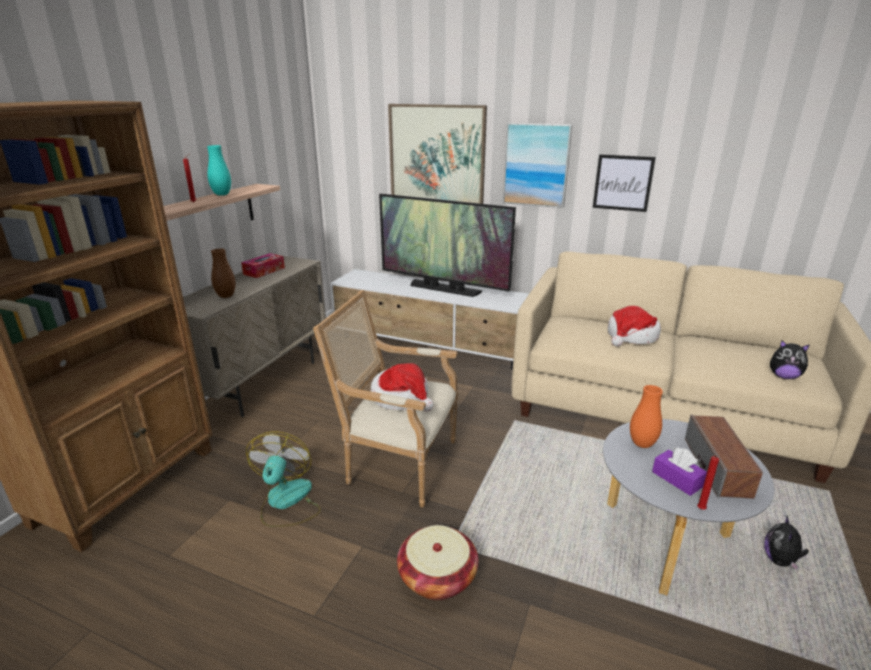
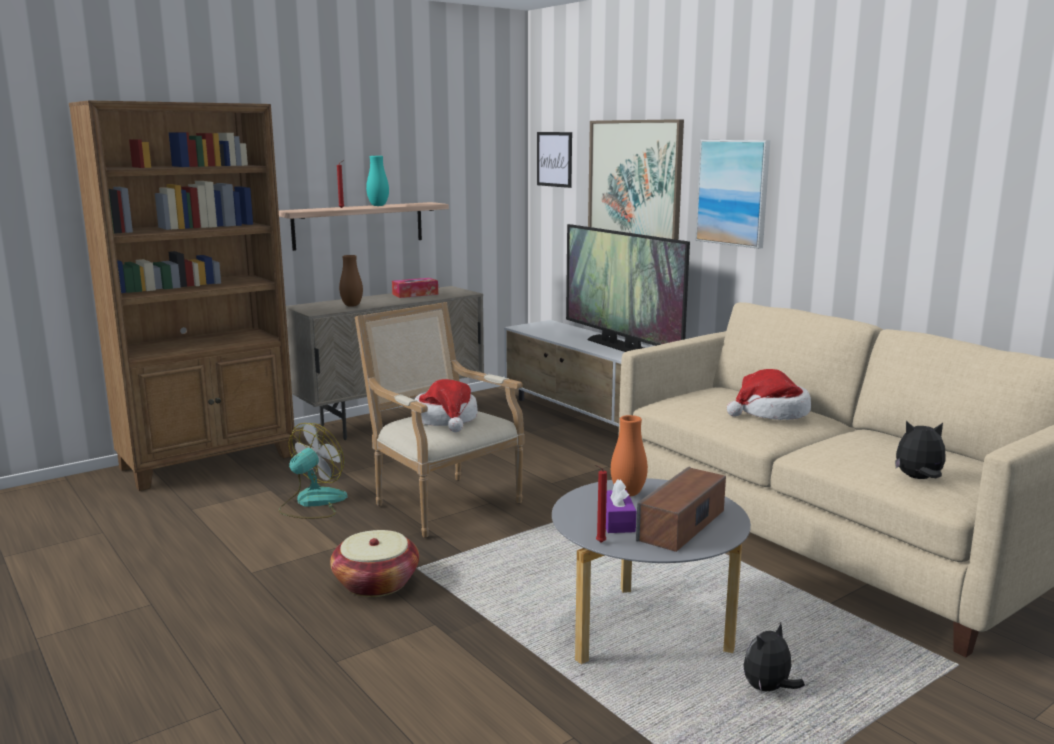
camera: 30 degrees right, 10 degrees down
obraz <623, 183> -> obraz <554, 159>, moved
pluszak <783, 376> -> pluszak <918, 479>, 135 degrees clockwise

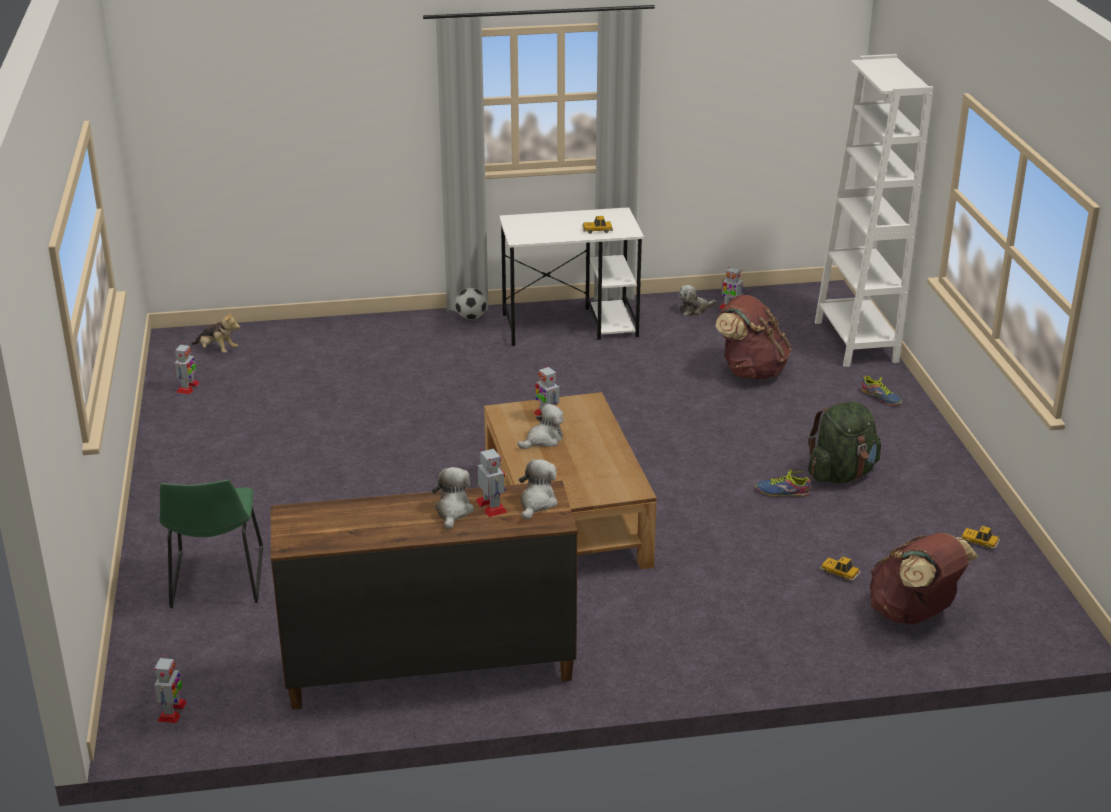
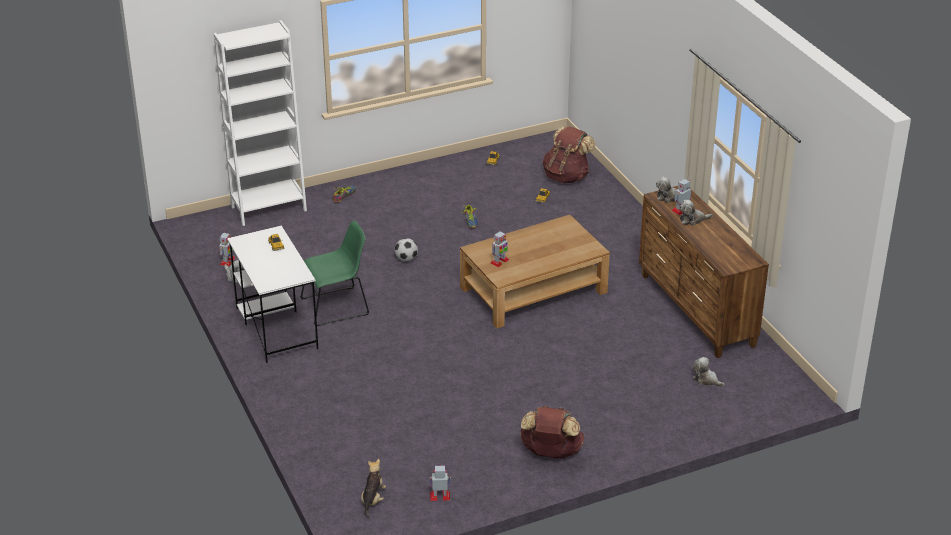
camera: 105 degrees left, 5 degrees up
piłka futbolowa <471, 317> -> piłka futbolowa <406, 259>, moved
plecak (brązowy) <750, 371> -> plecak (brązowy) <551, 453>, moved
plecak (zielony) <841, 474> -> none
pluszak <543, 440> -> pluszak <706, 380>, moved
krzesło (zielony) <216, 581> -> krzesło (zielony) <338, 306>, moved
robot zabawkowy <172, 712> -> none

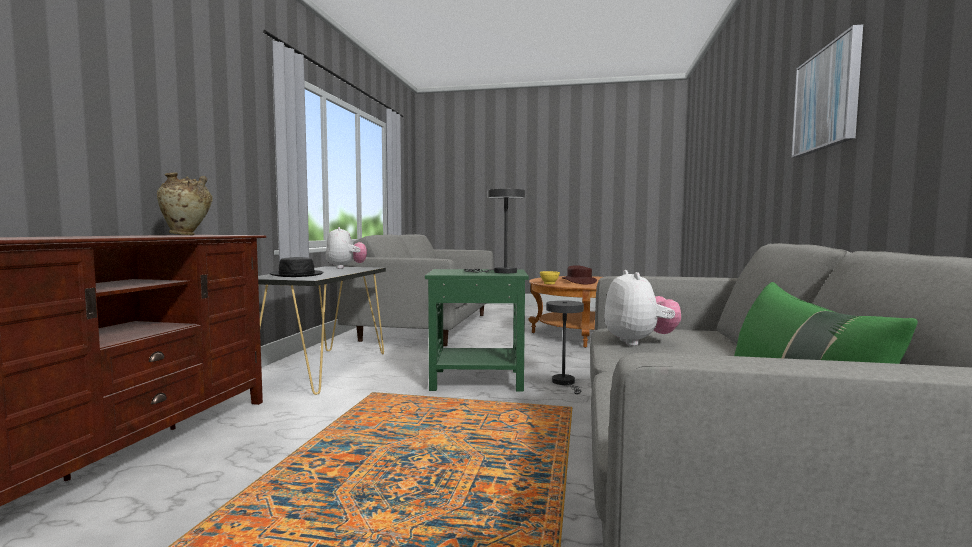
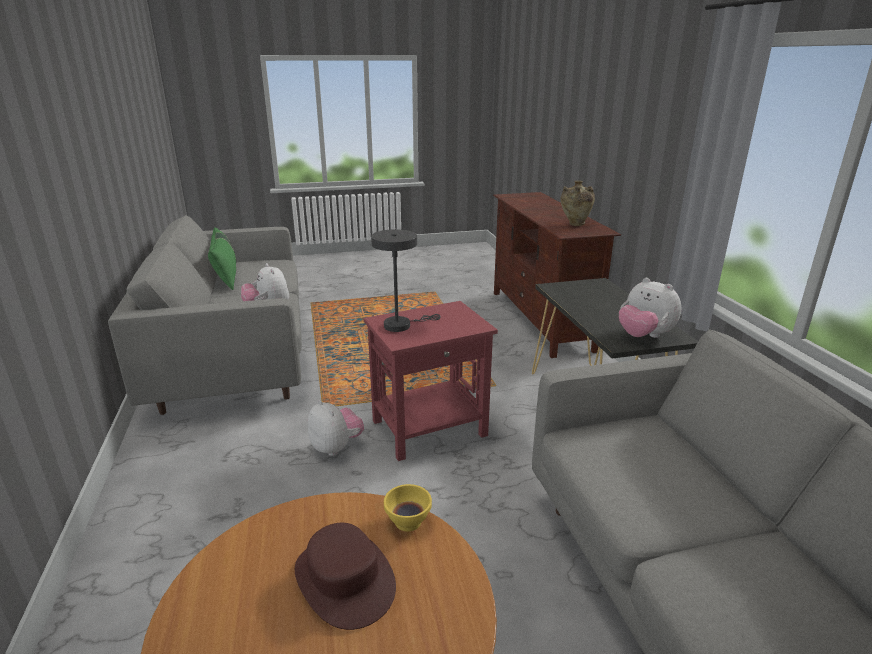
camera: 155 degrees right, 20 degrees up
obraz <827, 99> -> none
kapelusz (czarny) <297, 275> -> none
stolik (zielony) <477, 380> -> stolik (czerwony) <429, 428>
lampa stołowa (szary) <565, 383> -> pluszak <336, 447>

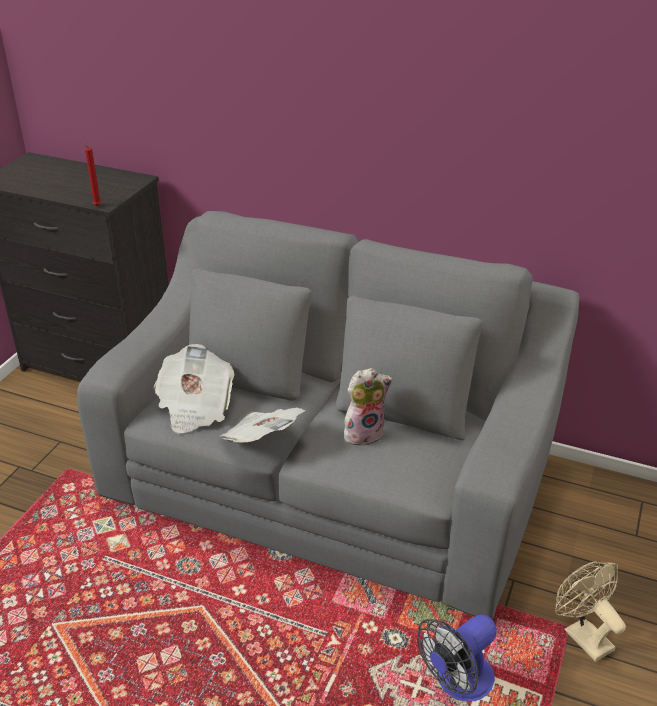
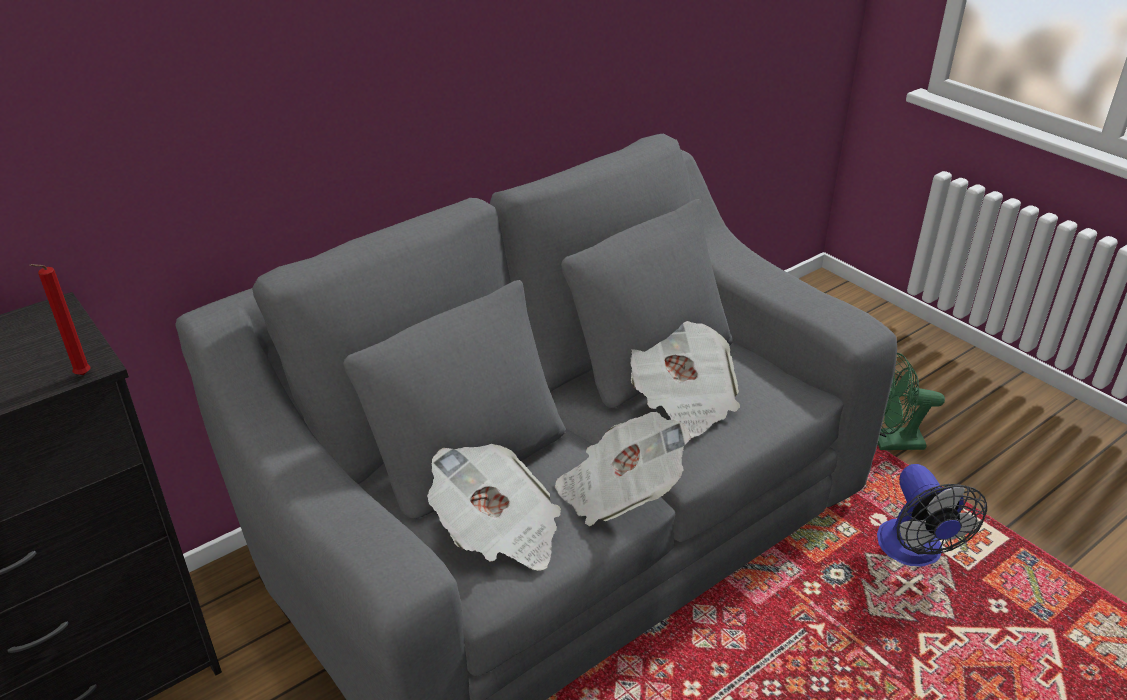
camera: 60 degrees left, 0 degrees up
pluszak <364, 433> -> gazeta <683, 400>
wentylator (beżowy) <582, 635> -> wentylator (zielony) <890, 443>

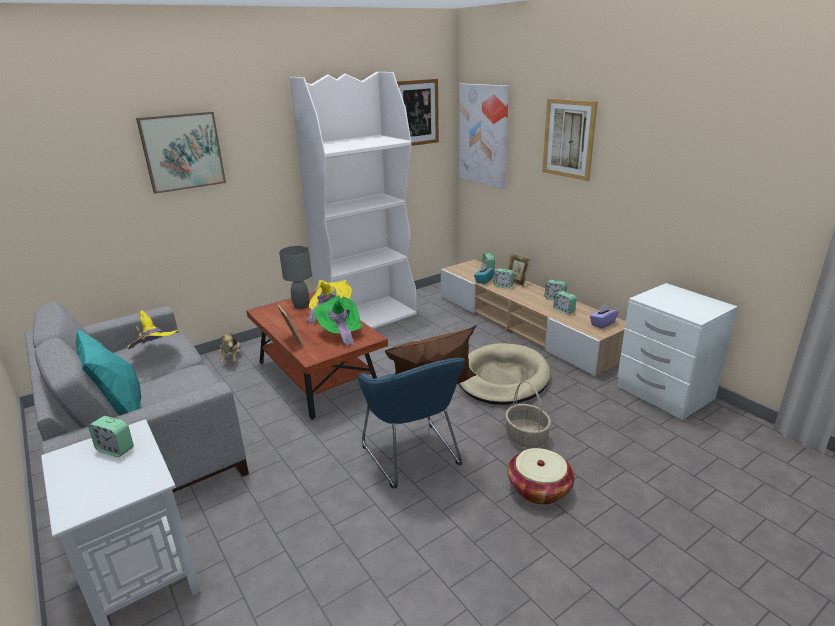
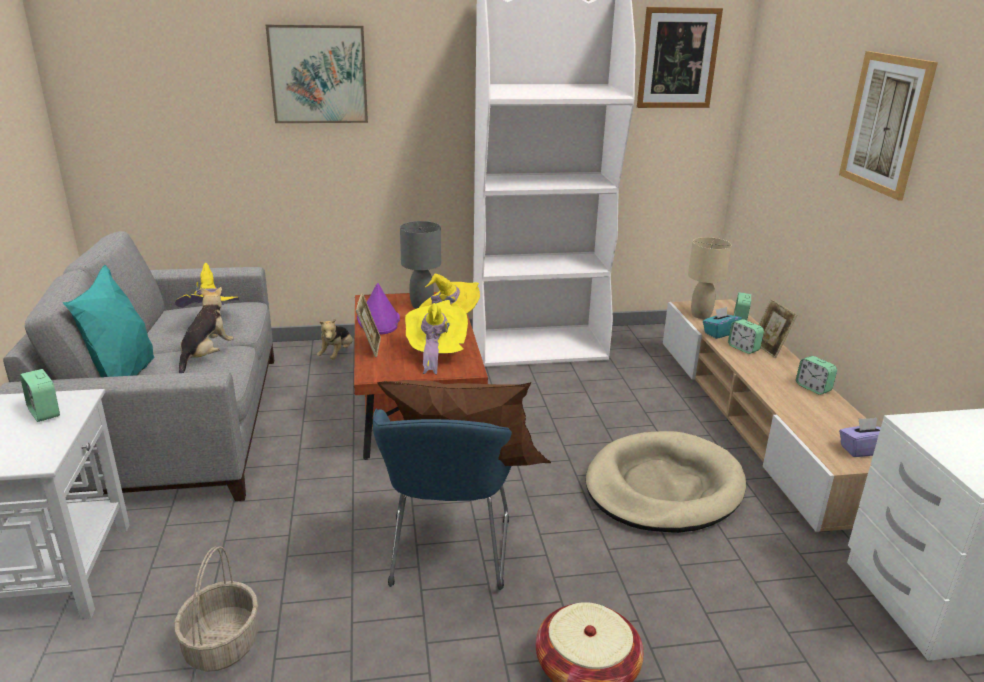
camera: 25 degrees right, 0 degrees up
obraz <483, 135> -> none
budzik <564, 310> -> none
kapelusz (zielony) <340, 333> -> kapelusz (żółty) <435, 353>
koszyk <525, 437> -> koszyk <221, 644>, moved
none -> lampa stołowa (beżowy) <701, 315>
none -> kapelusz (fioletowy) <379, 320>
none -> pluszak <206, 356>

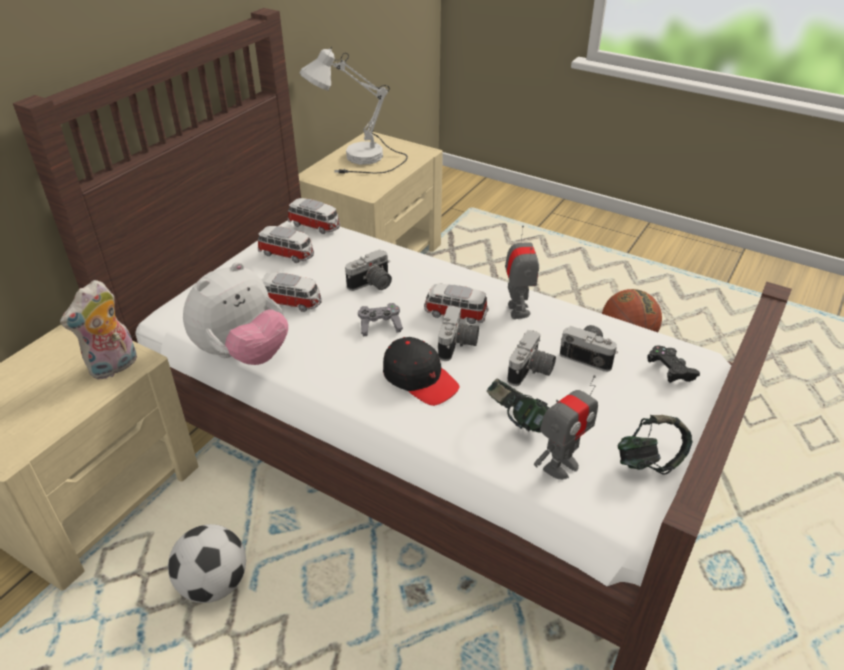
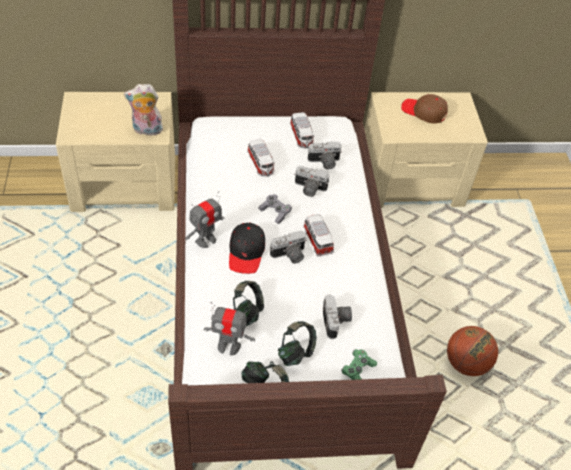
camera: 50 degrees right, 10 degrees up
lampa stołowa (biały) <361, 163> -> czapka z daszkiem (brązowy) <424, 112>
samochodzik <315, 226> -> none
robot zabawkowy <517, 310> -> robot zabawkowy <206, 240>, moved
pluszak <243, 354> -> none
aparat fotograficzny <531, 372> -> aparat fotograficzny <324, 162>, moved
pad do gier (czarny) <670, 371> -> pad do gier (zielony) <358, 371>
piłka futbolowa <214, 584> -> none
none -> słuchawki <296, 352>

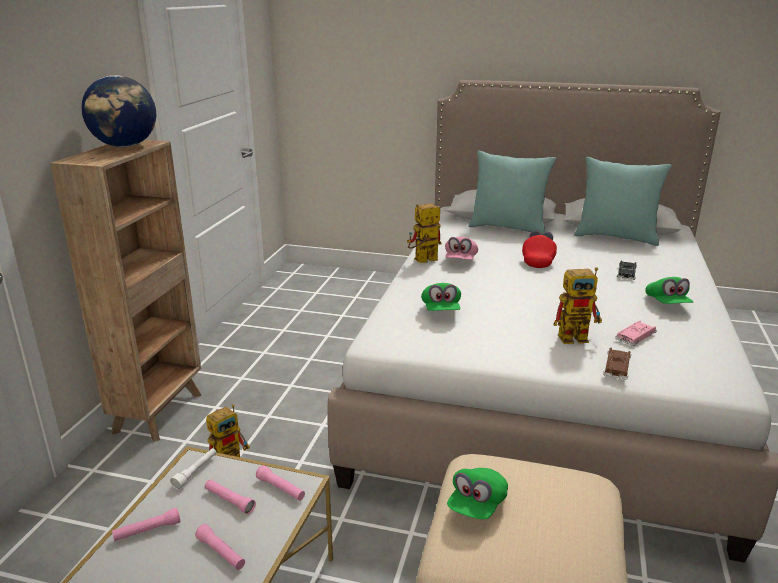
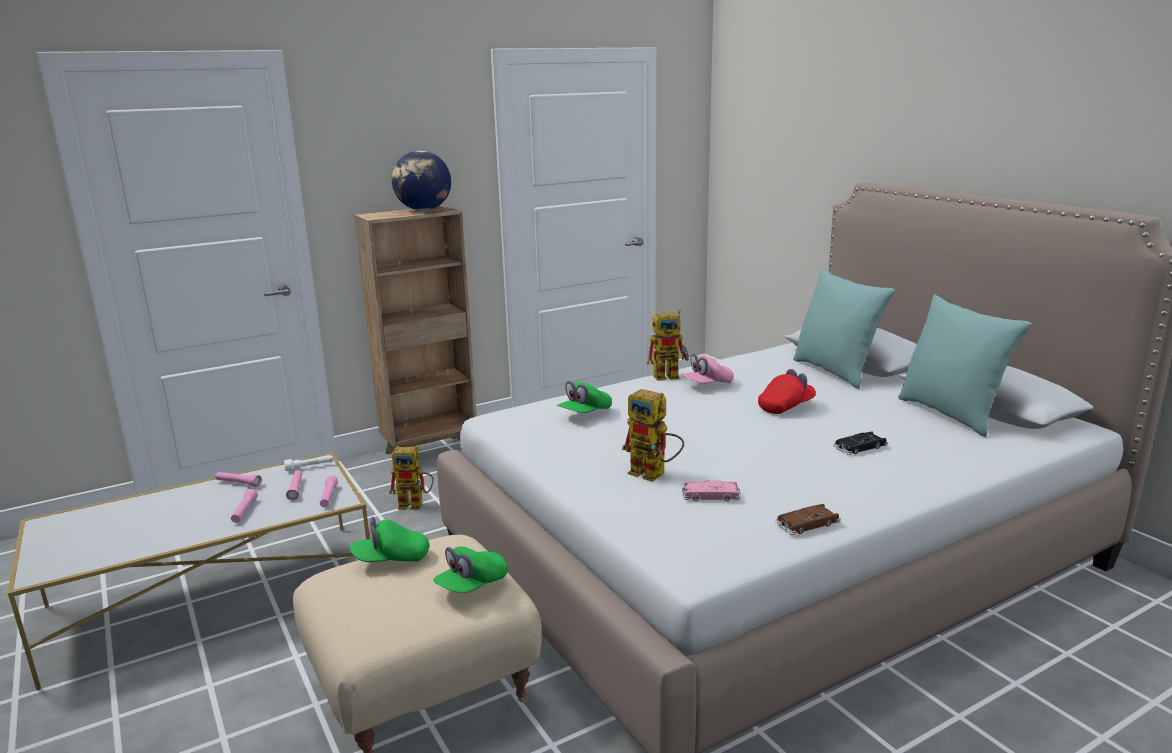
camera: 45 degrees right, 5 degrees down
robot zabawkowy <422, 261> -> robot zabawkowy <671, 375>, 150 degrees clockwise
czapka z daszkiem (zielony) <667, 304> -> czapka z daszkiem (zielony) <472, 585>, moved
samochodzik (brązowy) <617, 367> -> samochodzik (brązowy) <807, 524>, moved

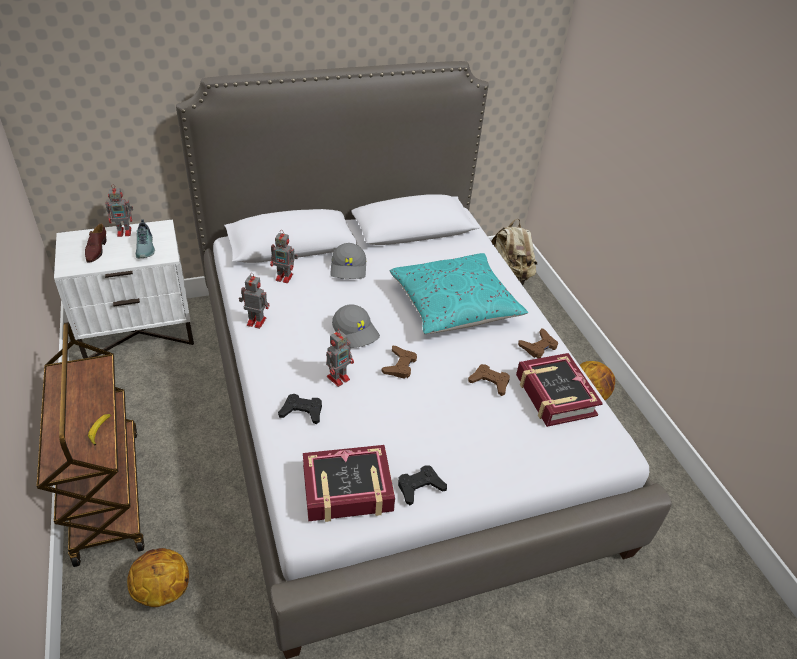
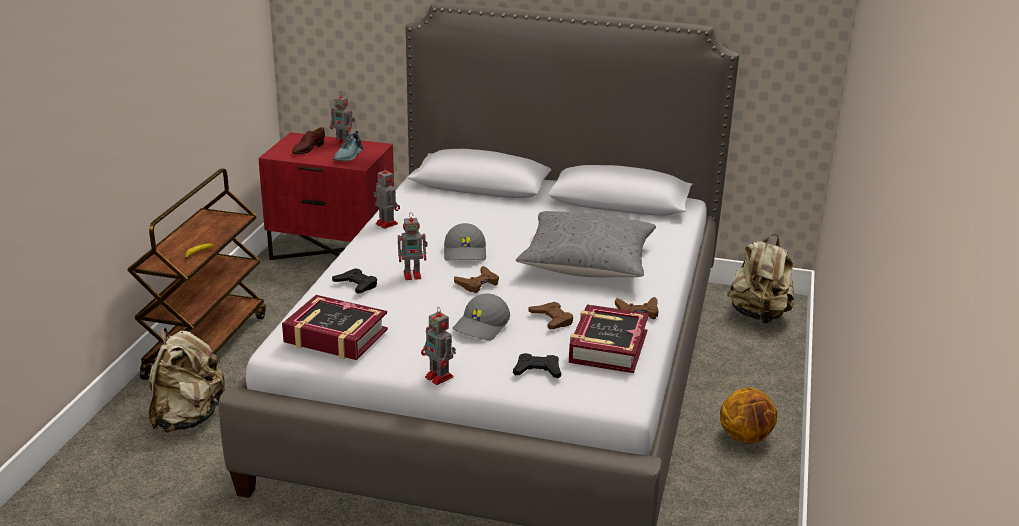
camera: 35 degrees right, 15 degrees down
szafka nocna (biały) <139, 331> -> szafka nocna (czerwony) <332, 252>
robot zabawkowy <285, 277> -> robot zabawkowy <440, 377>, moved
czapka z daszkiem (szary) <349, 268> -> czapka z daszkiem (szary) <482, 326>, moved
poduszka (turkusowy) <454, 306> -> poduszka (szary) <587, 262>
pad do gier (czarny) <420, 487> -> pad do gier (czarny) <537, 370>, moved
piłka do koszykówki <162, 591> -> plecak (beżowy) <187, 418>

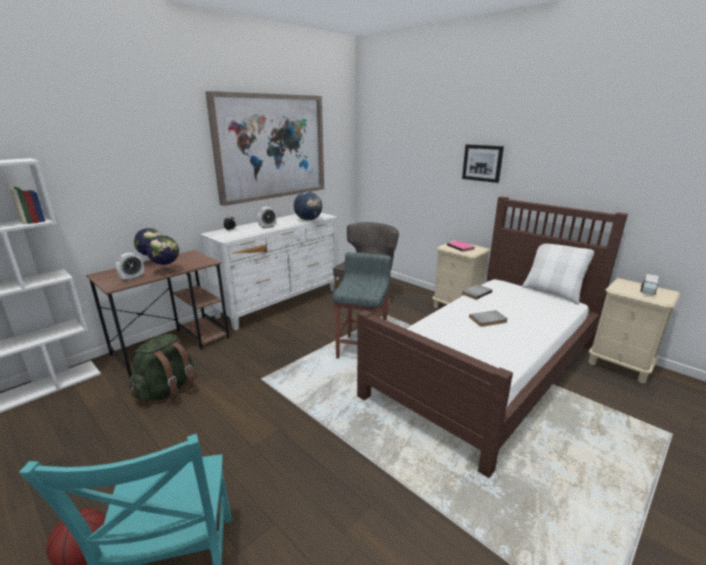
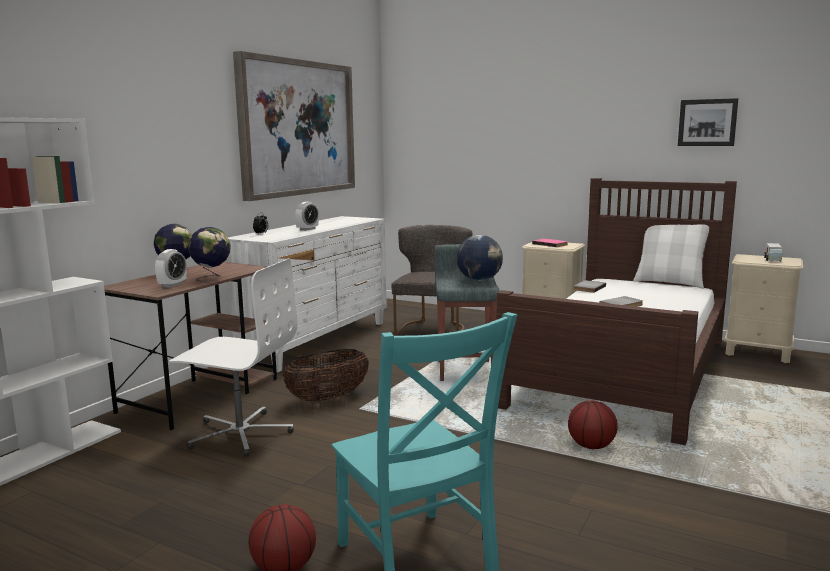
camera: 15 degrees left, 10 degrees down
obraz <482, 163> -> obraz <707, 122>, moved
globus <308, 220> -> globus <479, 280>, moved
plecak (zielony) <167, 390> -> krzesło biurowe (biały) <240, 433>
none -> koszyk <328, 398>
none -> piłka do koszykówki <591, 446>

